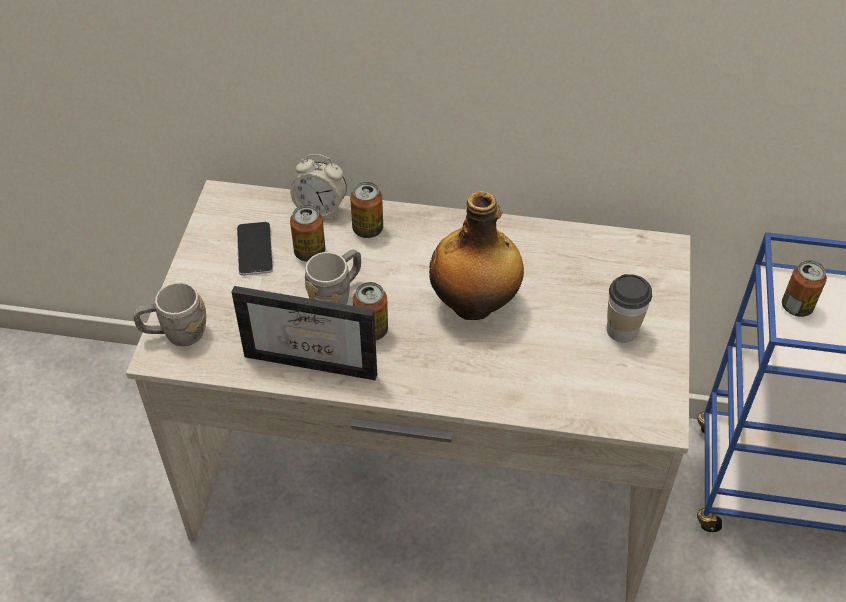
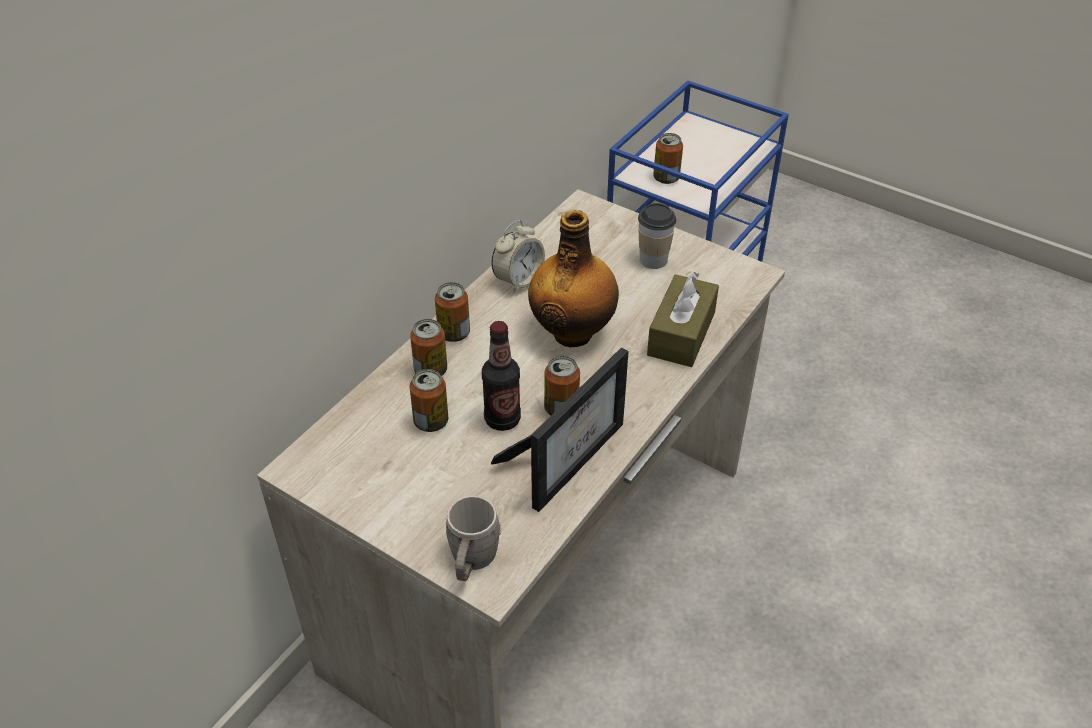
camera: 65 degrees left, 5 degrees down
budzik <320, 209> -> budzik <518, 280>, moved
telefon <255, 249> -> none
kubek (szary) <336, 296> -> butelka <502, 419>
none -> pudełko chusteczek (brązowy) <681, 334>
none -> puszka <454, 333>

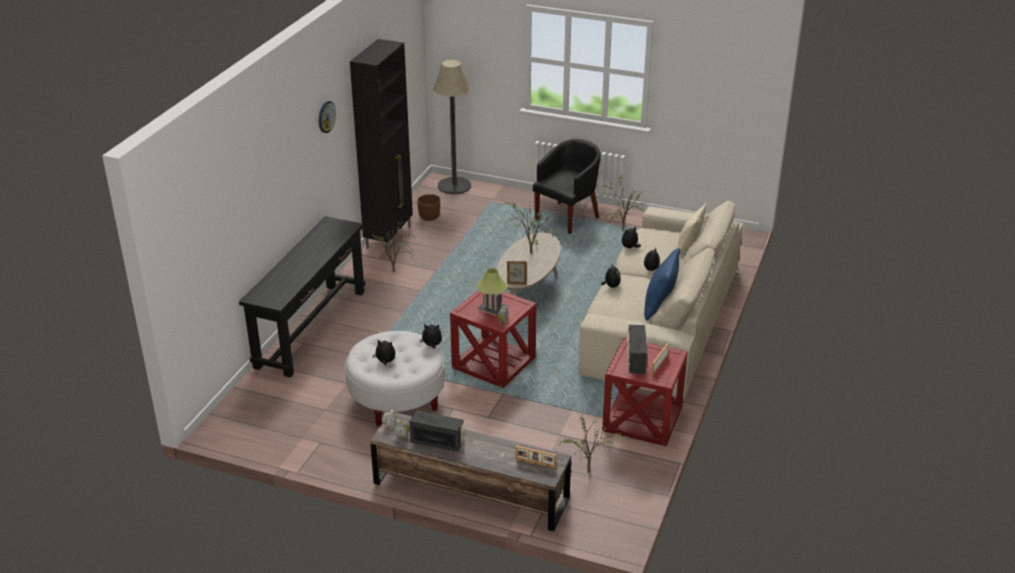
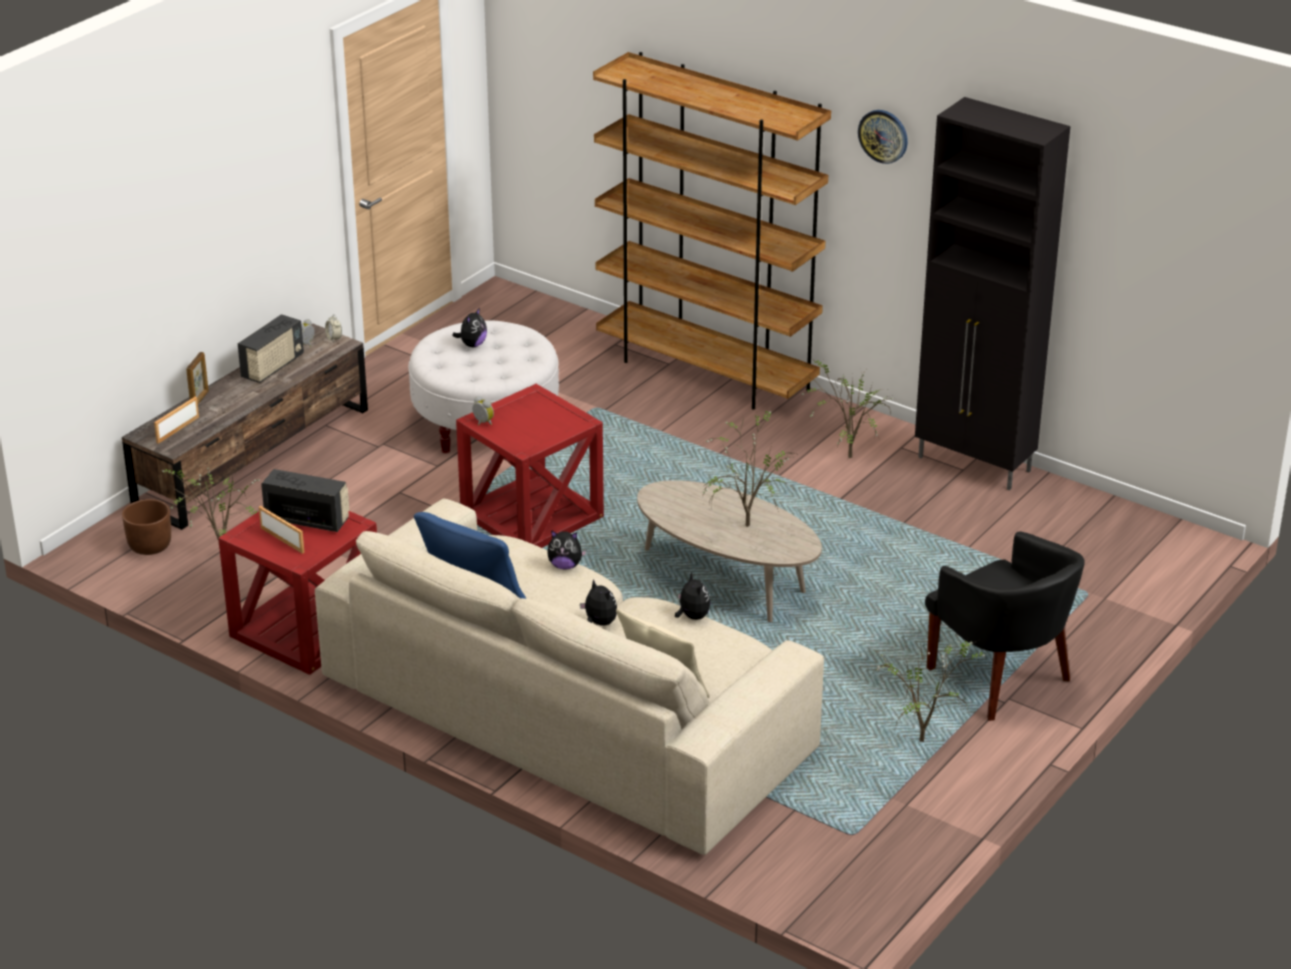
camera: 105 degrees right, 0 degrees up
lampa stojąca <454, 186> -> none
donica (brązowy) <429, 217> -> donica (brązowy) <150, 546>, moved
stolik konsolowy (czarny) <311, 328> -> regał (brązowy) <707, 372>
ramka na zdjęcie <516, 283> -> ramka na zdjęcie <200, 399>, moved
lampa stołowa <492, 309> -> none
pluszak <432, 345> -> none

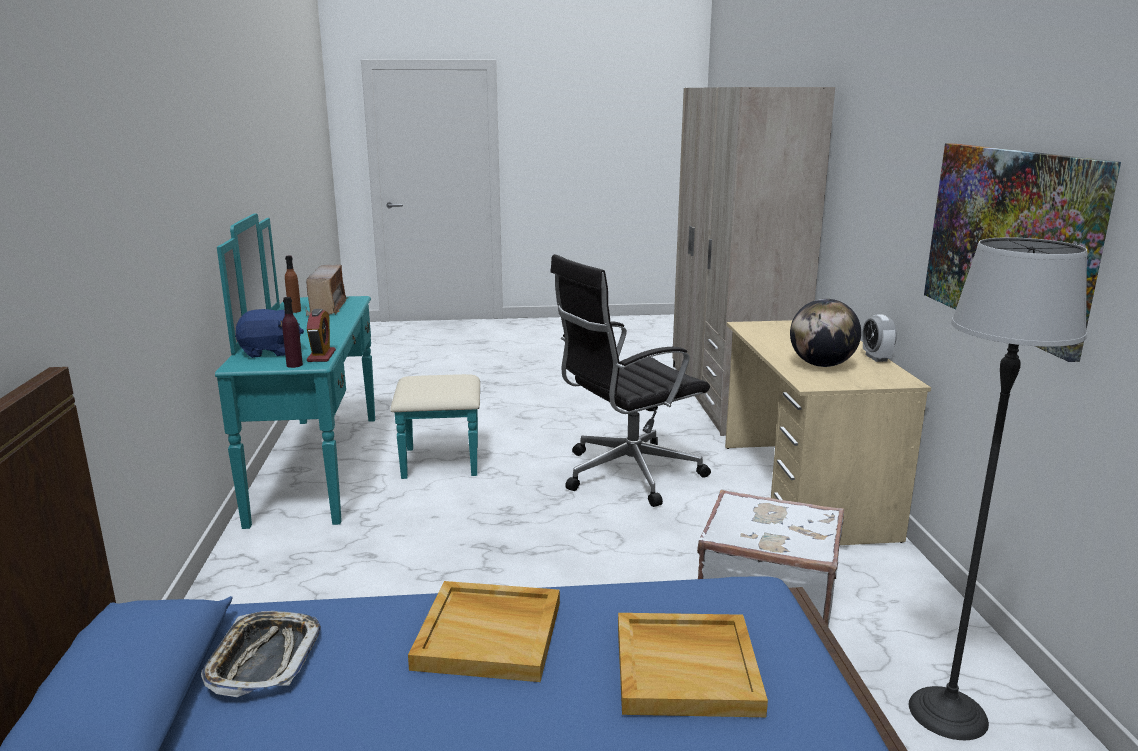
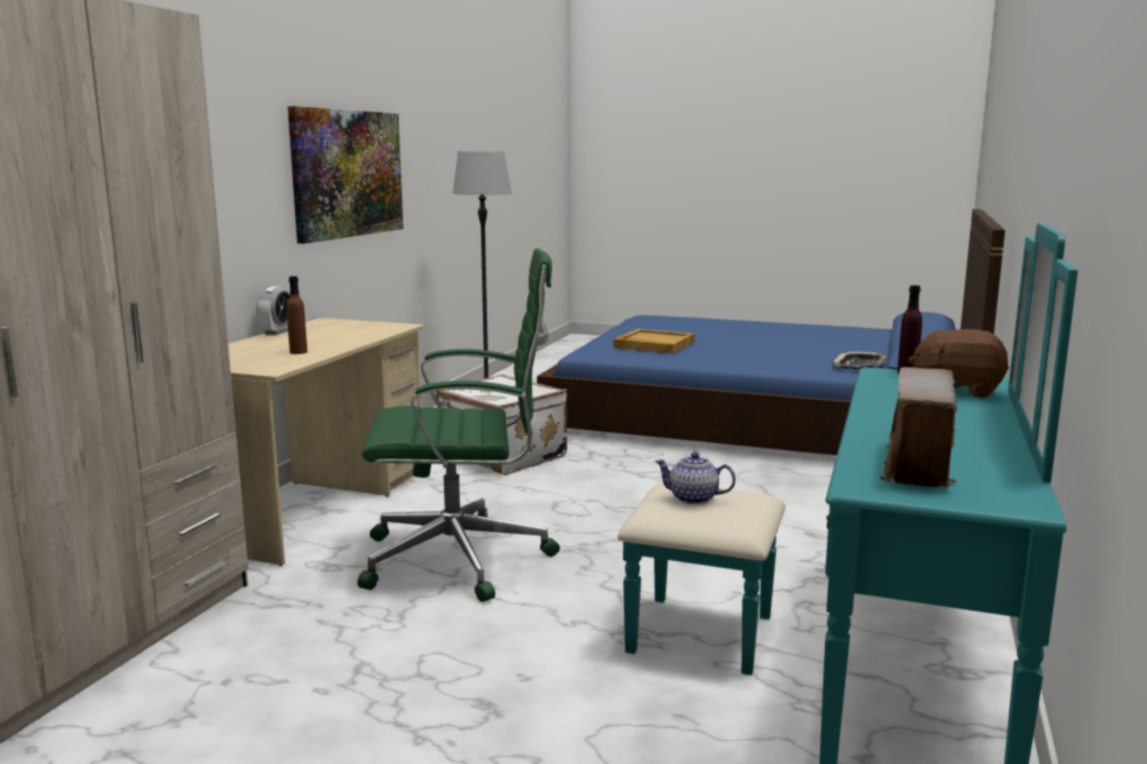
camera: 155 degrees left, 5 degrees down
krzesło biurowe (czarny) <626, 474> -> krzesło biurowe (zielony) <462, 559>
butelka (brązowy) <294, 311> -> butelka (brązowy) <298, 352>, moved
globus <821, 365> -> none
pluszak (niebieski) <270, 352> -> pluszak (brązowy) <957, 390>
budzik <321, 356> -> none
taca (beżowy) <490, 634> -> none
none -> imbryk <694, 498>

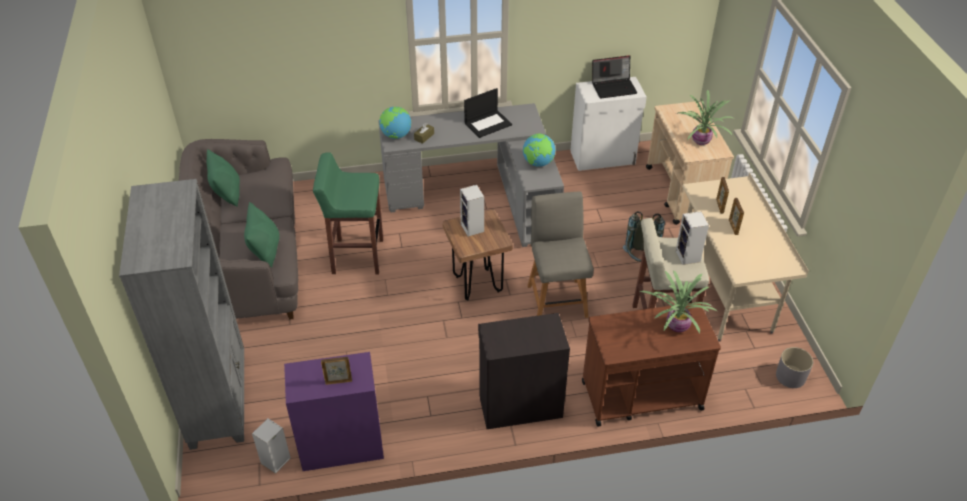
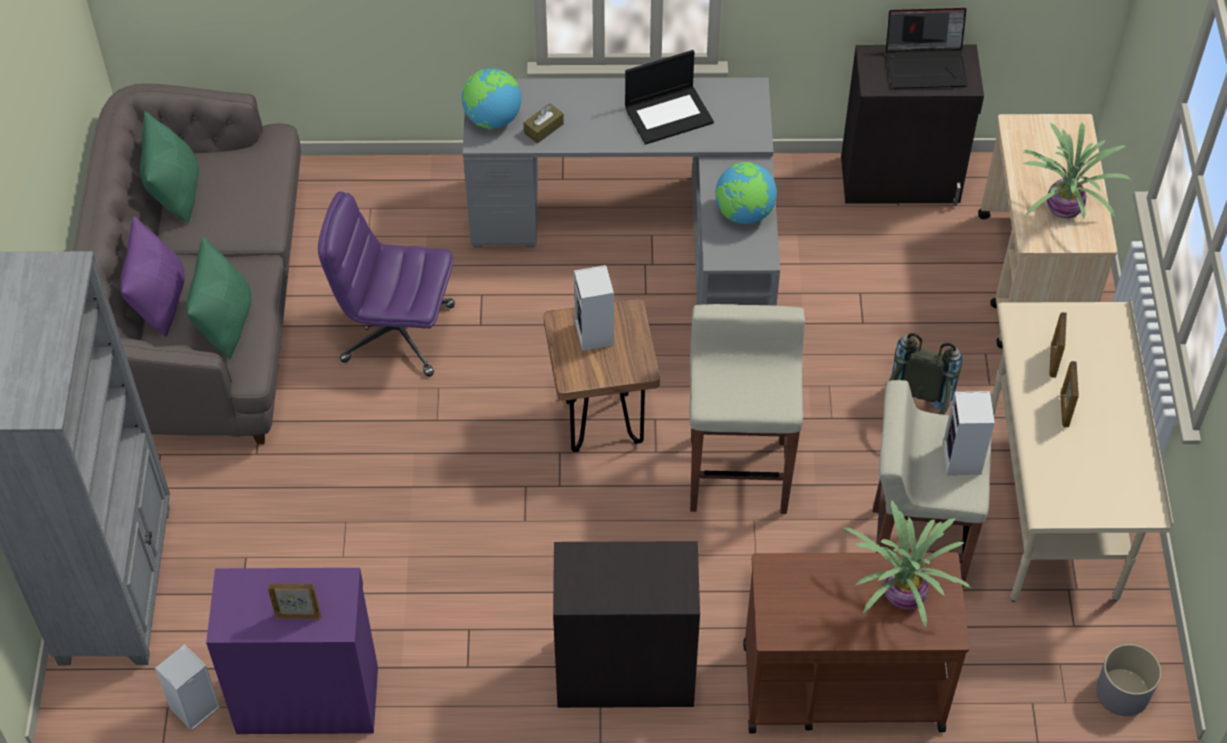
camera: 10 degrees right, 10 degrees up
szafka (biały) <603, 158> -> szafka (czarny) <901, 181>
stołek (zielony) <356, 256> -> krzesło biurowe (fioletowy) <396, 333>
krzesło (szary) <556, 299> -> stołek (beżowy) <738, 473>
none -> poduszka (fioletowy) <159, 301>

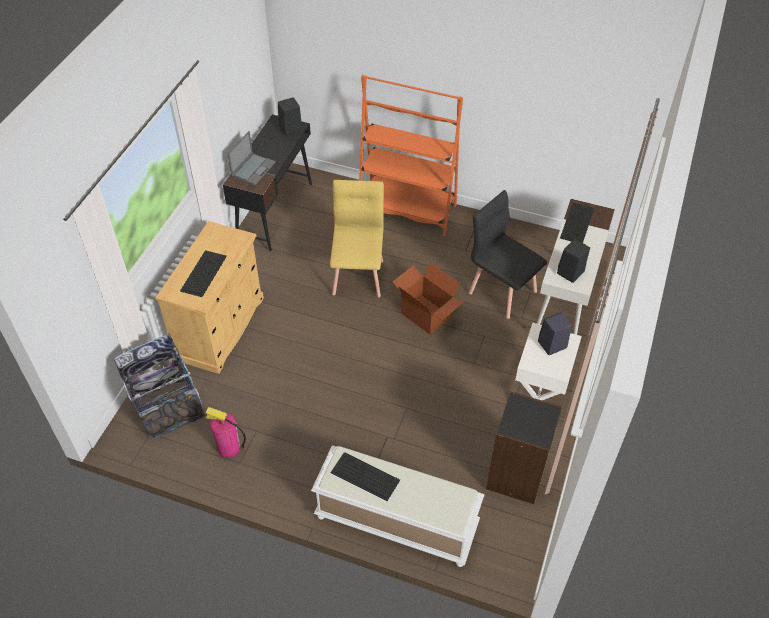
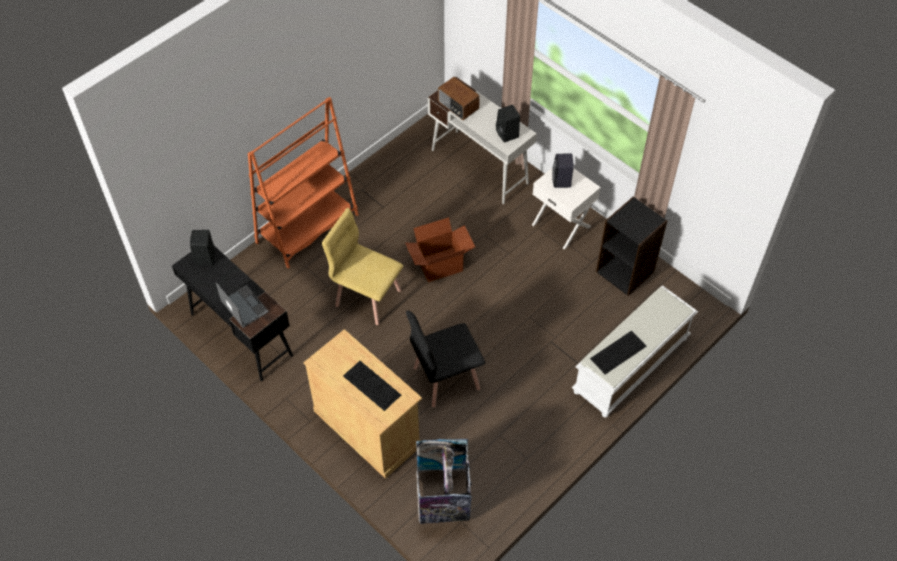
camera: 65 degrees left, 5 degrees up
krzesło (czarny) <502, 291> -> krzesło (czarny) <445, 378>, moved
klawiatura <577, 223> -> radio <458, 106>
gaśnica <229, 447> -> none

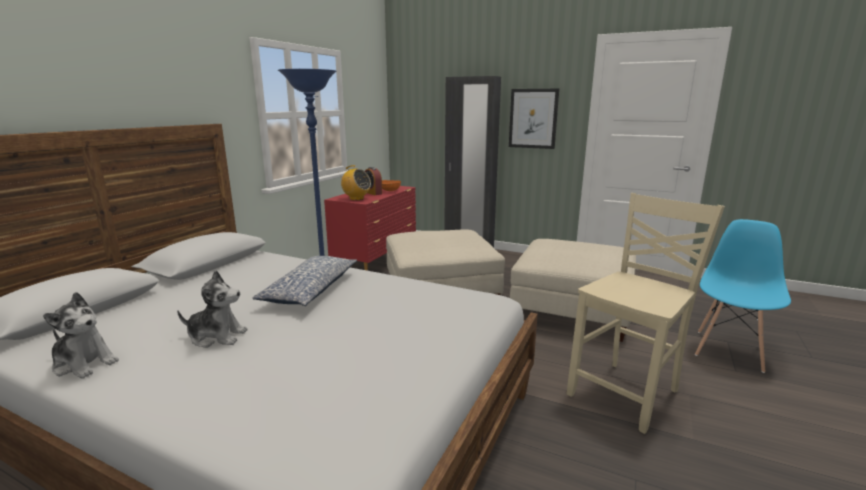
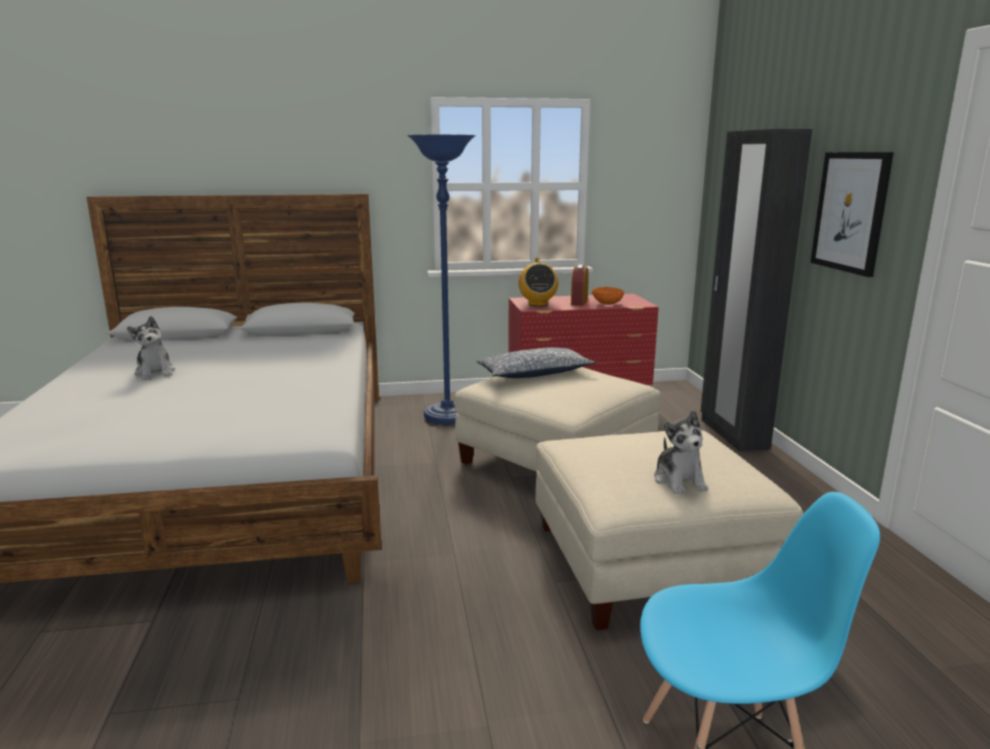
camera: 55 degrees right, 0 degrees up
krzesło (beżowy) <626, 393> -> none
poduszka <310, 290> -> poduszka <534, 374>, moved
pluszak <85, 363> -> pluszak <679, 480>, moved

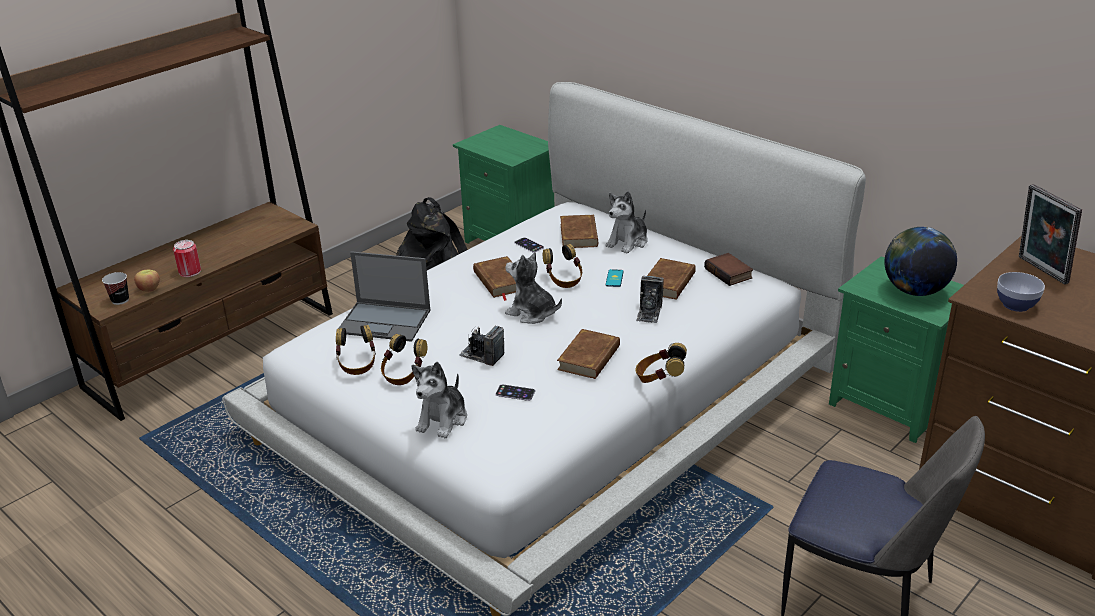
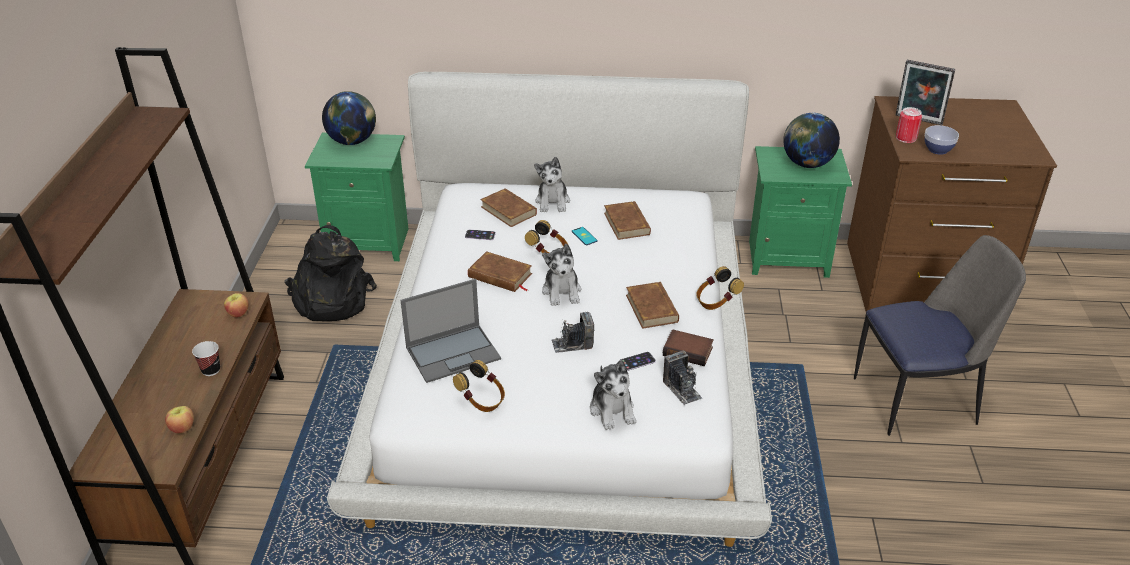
camera: 40 degrees left, 5 degrees up
puszka <190, 271> -> puszka <906, 138>, moved
pluszak <532, 313> -> pluszak <562, 292>, 90 degrees counterclockwise
książka <729, 273> -> książka <688, 351>, moved
filiżanka <120, 300> -> filiżanka <211, 370>, moved
aparat fotograficzny <649, 312> -> aparat fotograficzny <682, 389>, moved
słuchawki <403, 375> -> none
none -> globus <352, 142>
none -> jabłko <238, 313>

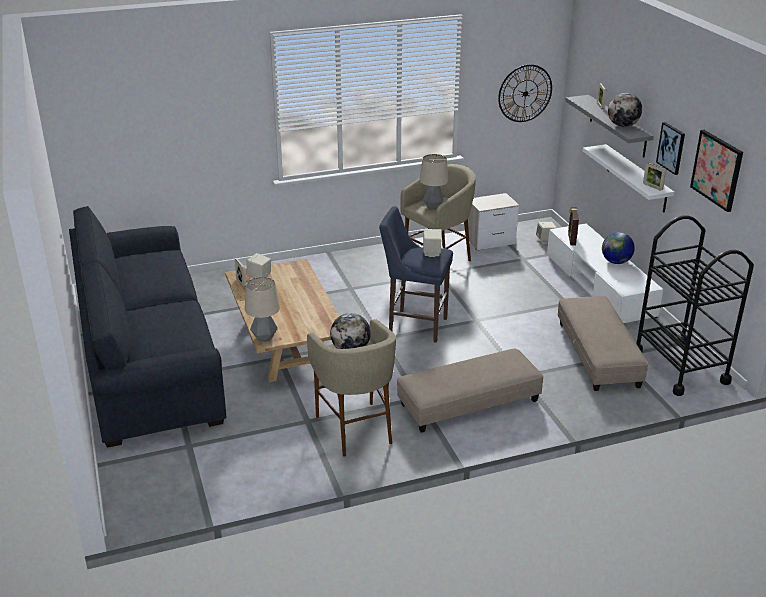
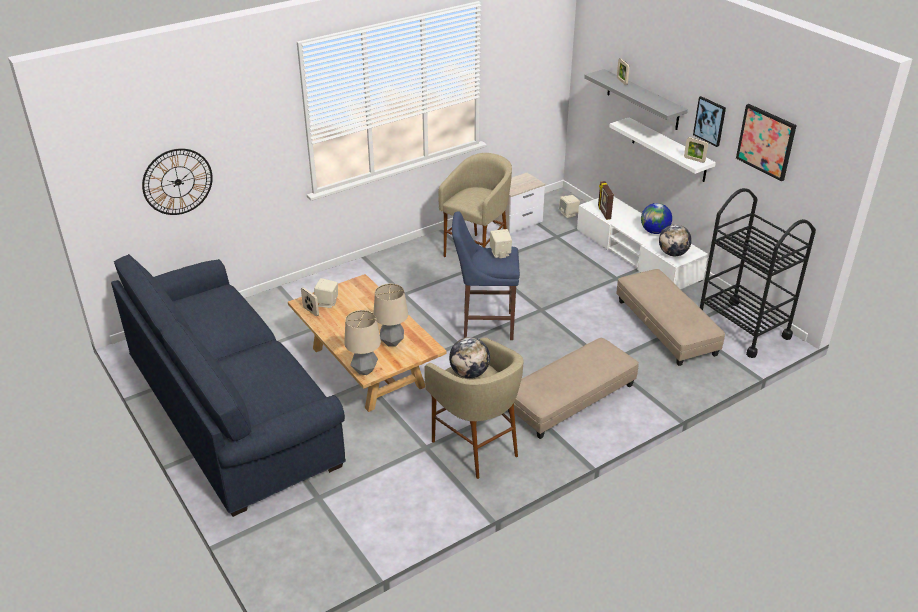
camera: 15 degrees left, 5 degrees up
zegar ścienny <525, 93> -> zegar ścienny <177, 182>, moved
globus <622, 125> -> globus <673, 253>, moved
lampa stołowa <433, 206> -> lampa stołowa <392, 342>, moved

